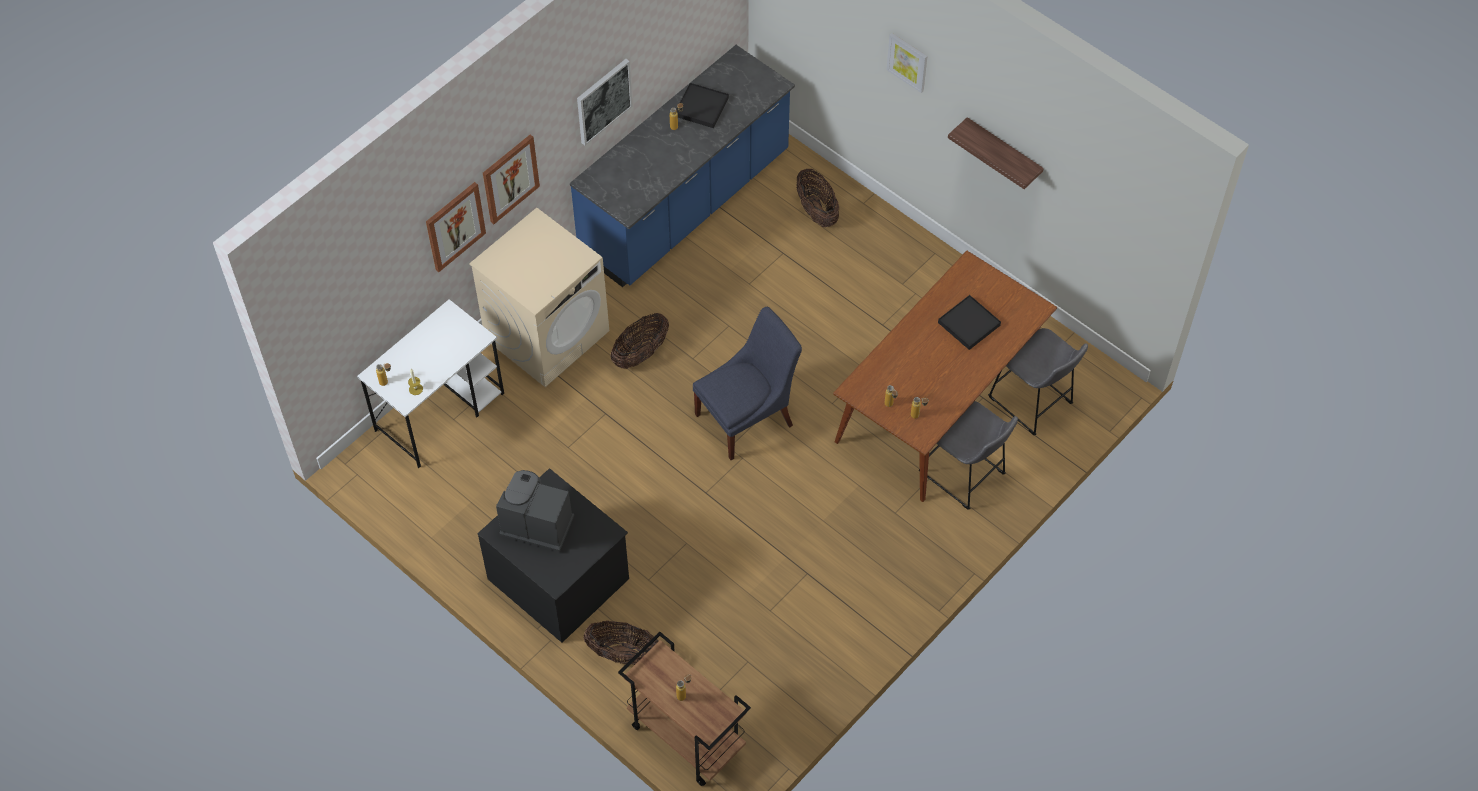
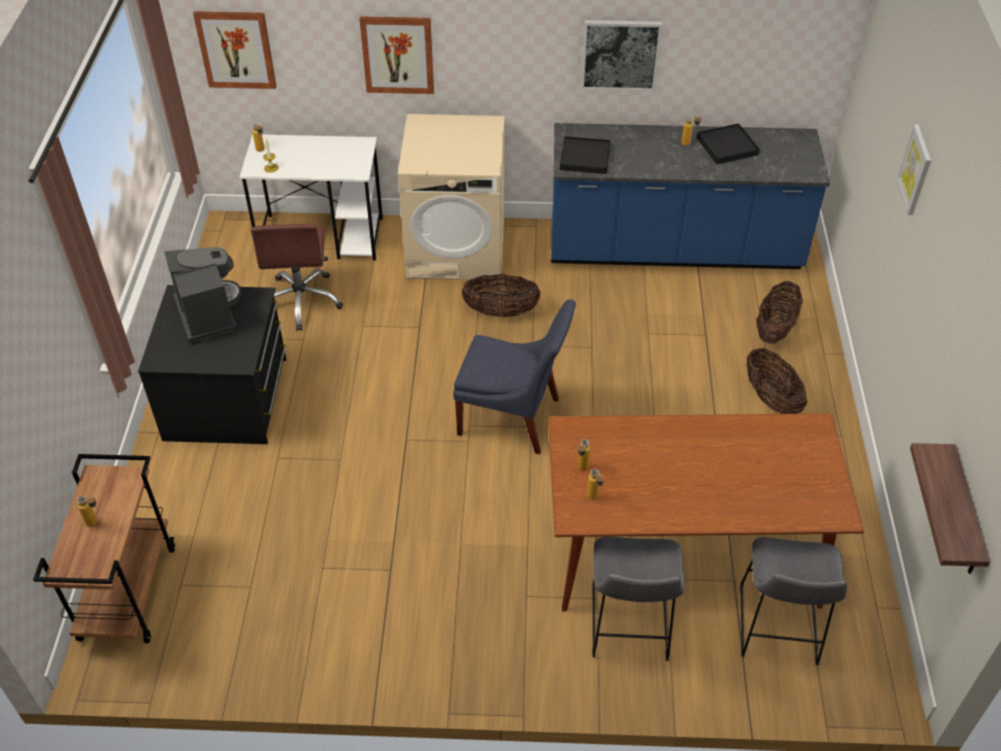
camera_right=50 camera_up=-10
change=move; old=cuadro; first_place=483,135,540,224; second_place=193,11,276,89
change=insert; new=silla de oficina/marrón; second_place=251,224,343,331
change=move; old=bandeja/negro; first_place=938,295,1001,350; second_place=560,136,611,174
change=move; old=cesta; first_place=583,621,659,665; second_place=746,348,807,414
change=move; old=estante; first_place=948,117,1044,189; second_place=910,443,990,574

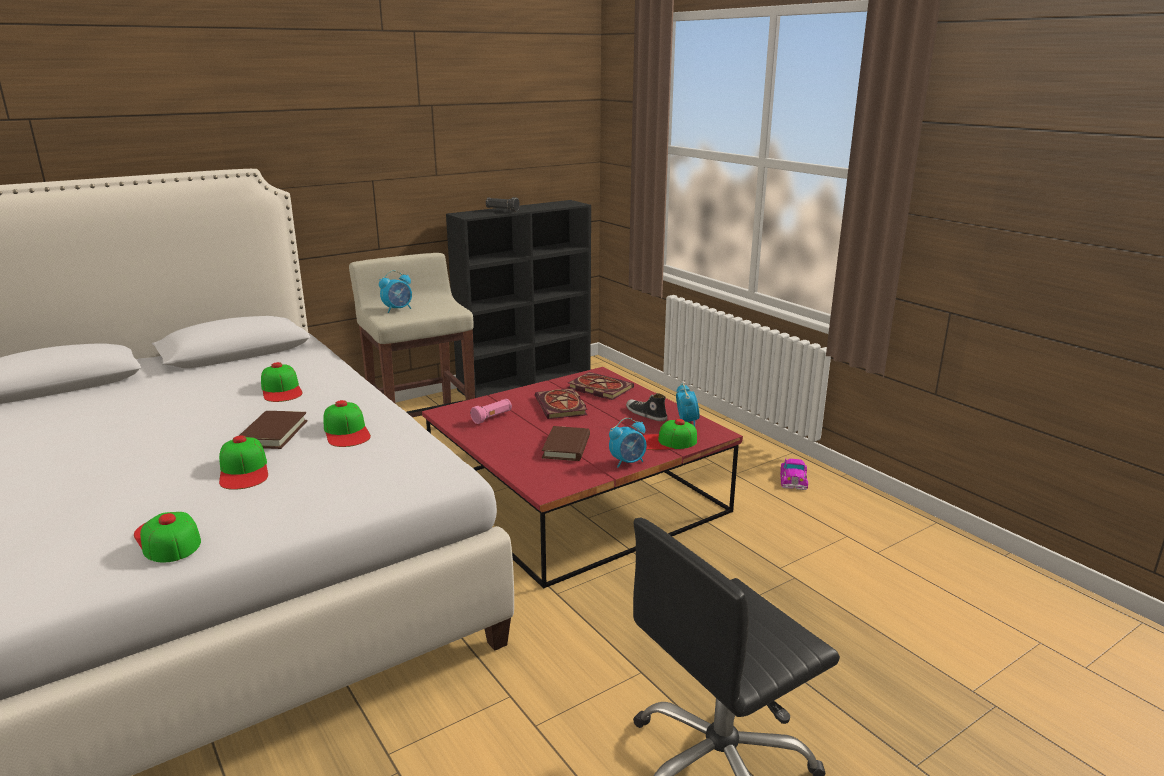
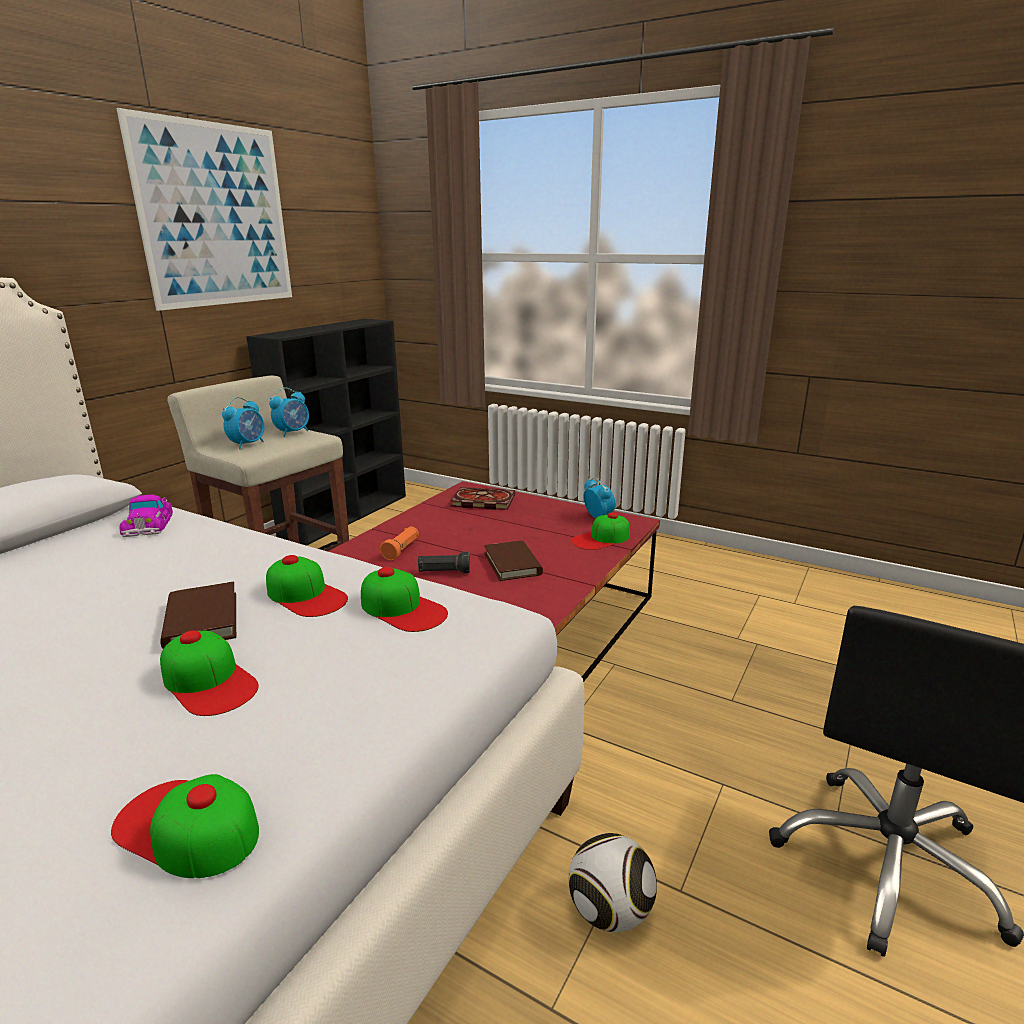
camera_right=-25 camera_up=0
change=insert; new=cuadro; second_place=116,108,292,311
change=move; old=coche de juguete; first_place=780,458,808,490; second_place=119,494,173,537
change=move; old=despertador; first_place=609,418,647,468; second_place=269,387,309,437
change=move; old=gorra; first_place=261,362,302,402; second_place=361,567,448,632
change=recolor; old=linterna/rosa; new=linterna/naranja; first_place=470,399,512,424; second_place=380,526,419,561
change=move; old=linterna/negro; first_place=486,197,520,212; second_place=418,552,470,573
change=insert; new=balón de fútbol; second_place=569,833,657,932
change=delete; old=libro; first_place=535,388,588,419
change=delete; old=zapato; first_place=626,393,667,421

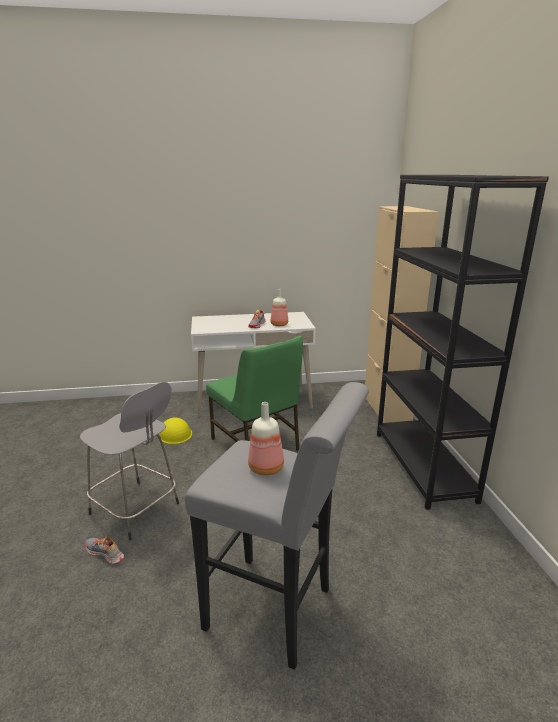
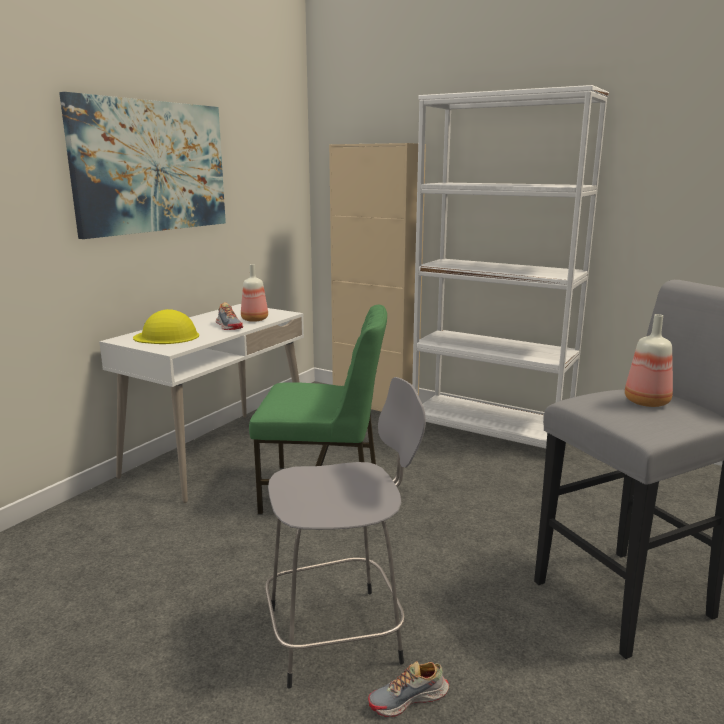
camera_right=-50 camera_up=-5
change=insert; new=cuadro; second_place=59,92,226,239
change=move; old=casco/amarillo; first_place=159,418,192,444; second_place=133,309,199,344
change=recolor; old=estantería/negro; new=estantería/blanco; first_place=377,175,549,510; second_place=412,85,609,449

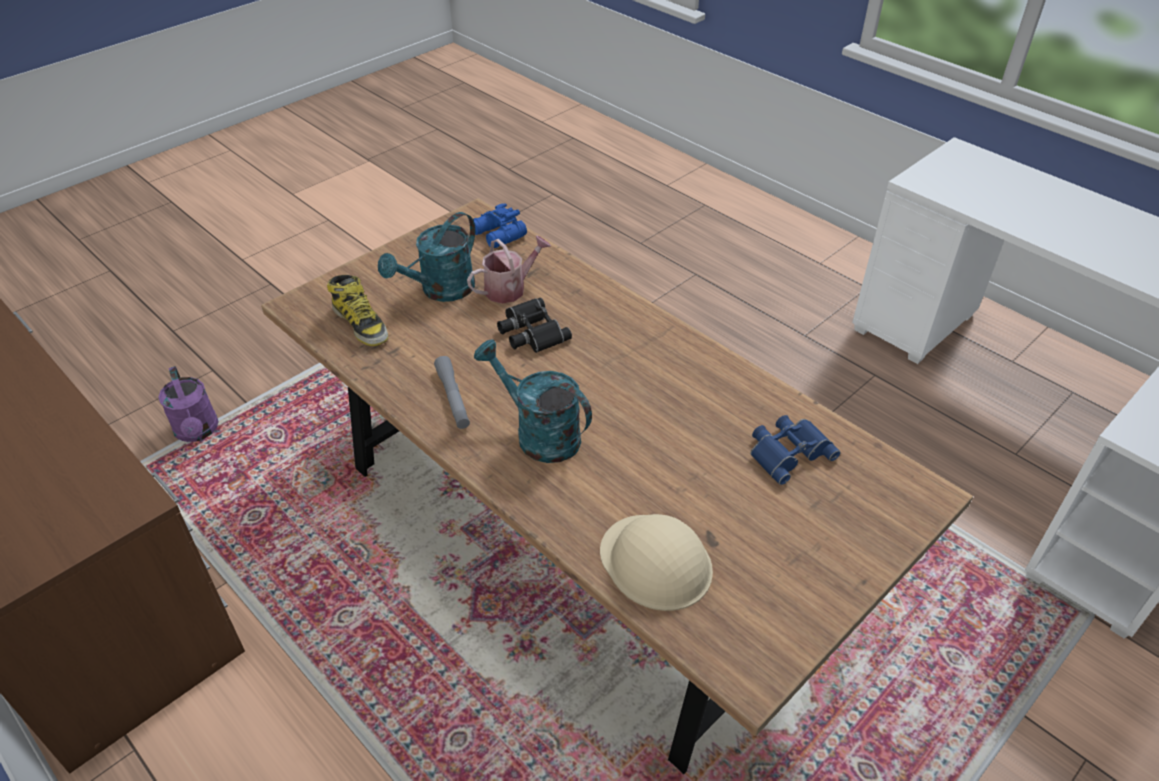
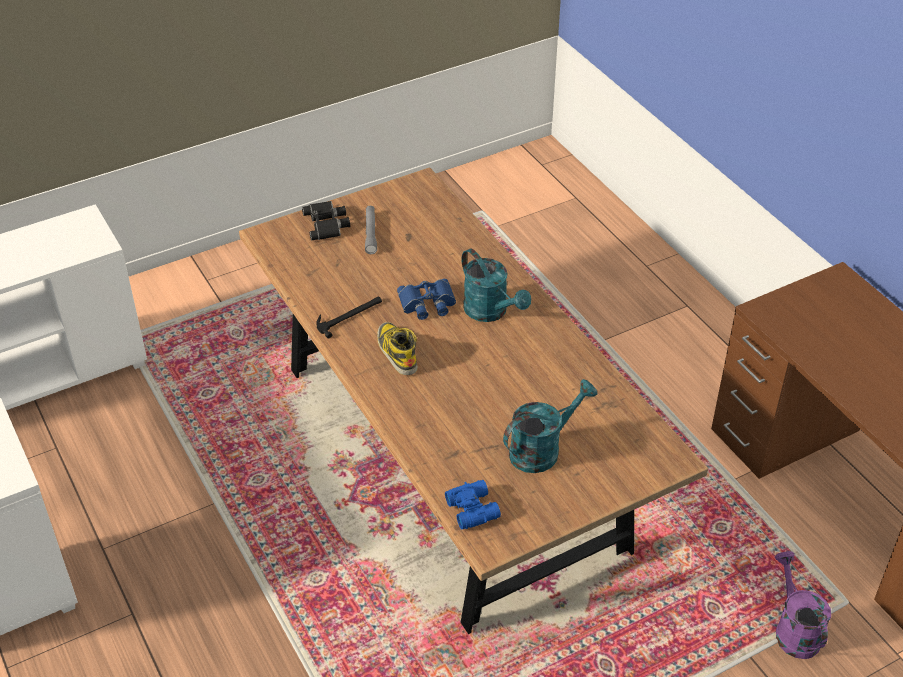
camera_right=-165 camera_up=0
change=move; old=prismáticos/negro; first_place=497,298,572,353; second_place=302,201,350,240
change=insert; new=martillo; second_place=316,297,382,338
change=move; old=linterna/gris; first_place=434,356,470,429; second_place=365,206,377,254
change=move; old=bota; first_place=327,275,388,346; second_place=377,322,418,375
change=move; old=prismáticos/azul; first_place=750,415,841,485; second_place=397,279,456,320
change=delete; old=regadera; first_place=467,235,551,304
change=delete; old=casco/beis; first_place=600,514,713,611

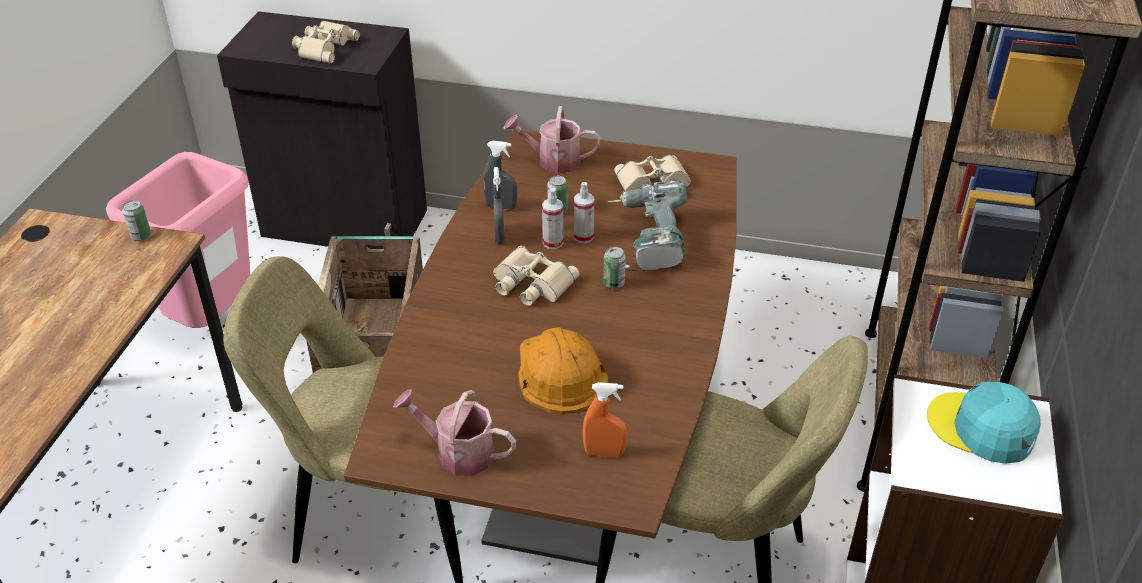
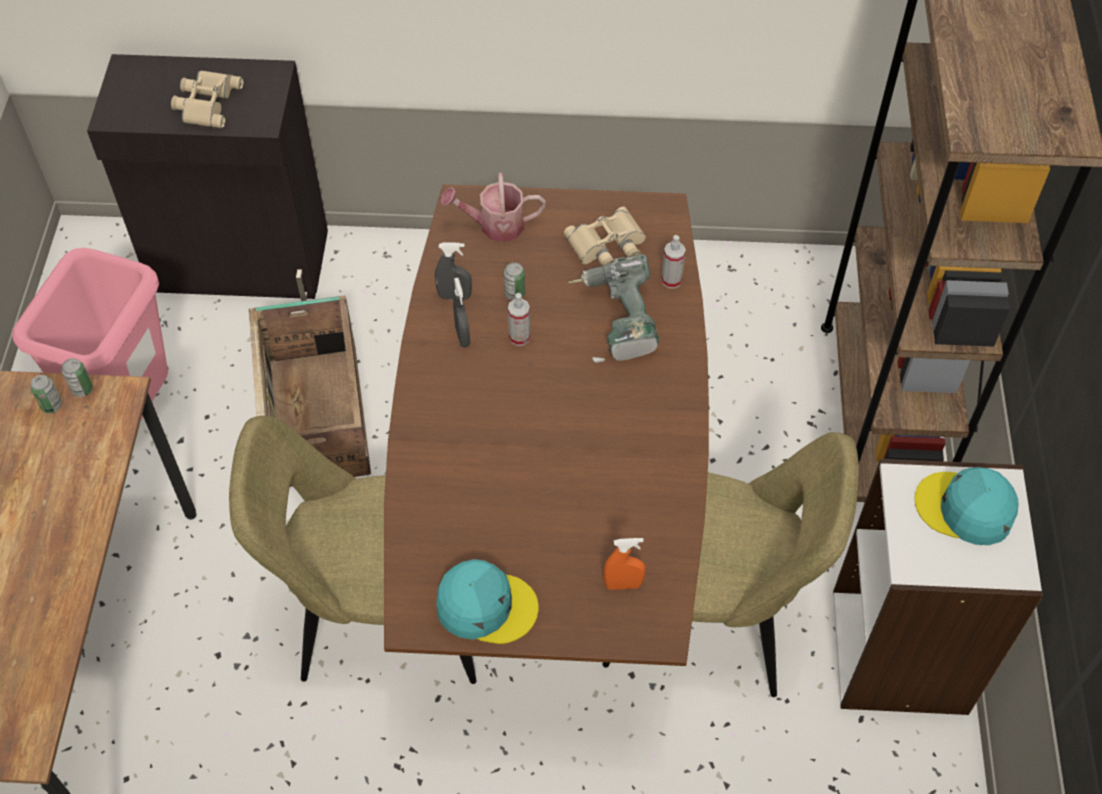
camera_right=-10 camera_up=15
change=move; old=lata; first_place=603,247,626,289; second_place=30,375,62,413
change=replace; old=regadera; new=gorra/turquesa; first_place=393,389,516,476; second_place=436,559,539,644
change=move; old=pulverizador; first_place=574,182,594,243; second_place=661,235,686,289
change=delete; old=prismáticos/beis; first_place=493,246,580,306
change=delete; old=casco/naranja; first_place=518,327,608,414

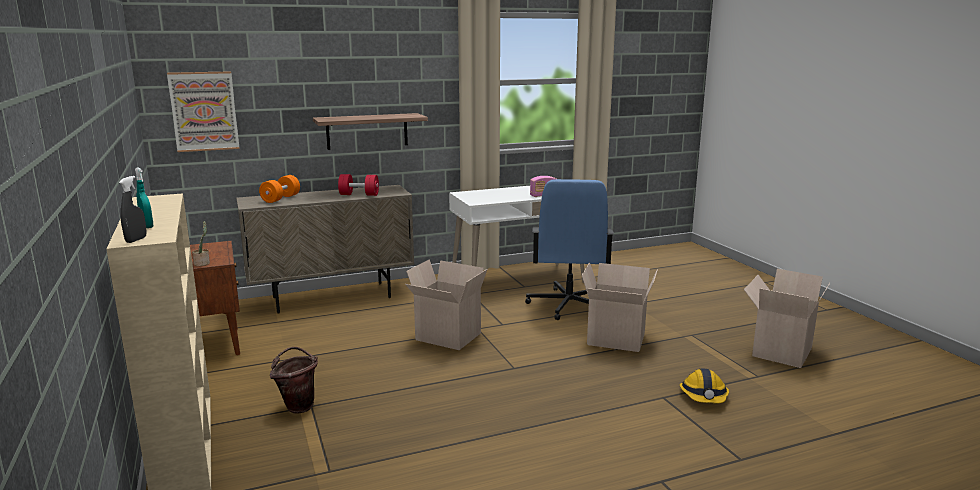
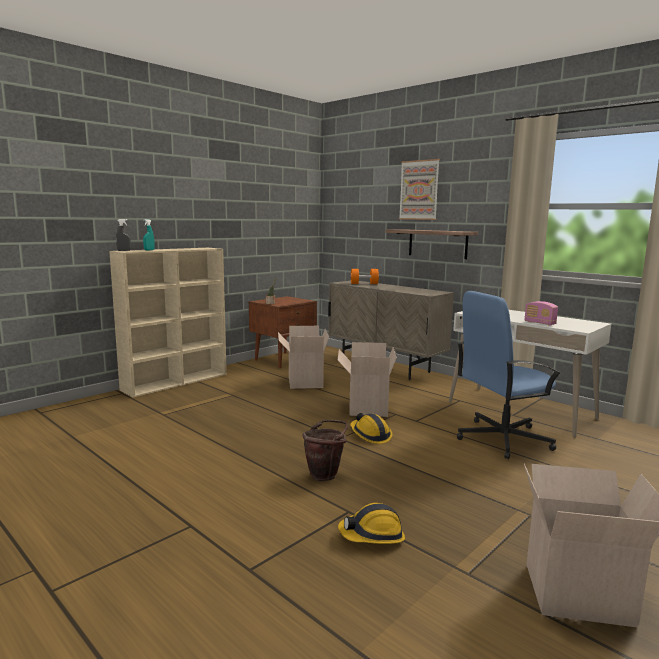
camera_right=65 camera_up=-5
change=move; old=caja de cartón; first_place=582,262,658,352; second_place=278,326,329,389
change=move; old=cubo/marrón; first_place=270,347,318,413; second_place=302,420,348,481
change=insert; new=casco; second_place=350,413,392,444
change=move; old=cuadro; first_place=167,71,240,152; second_place=399,159,440,220
change=delete; old=mancuerna/rojo; first_place=338,174,379,196

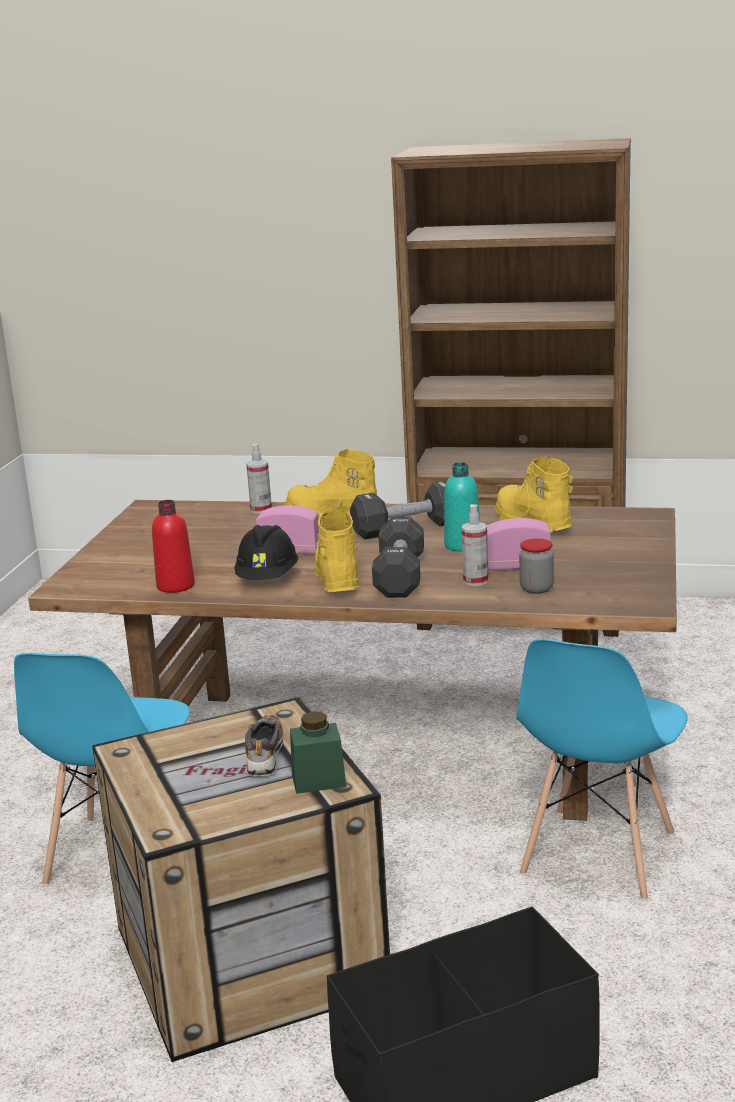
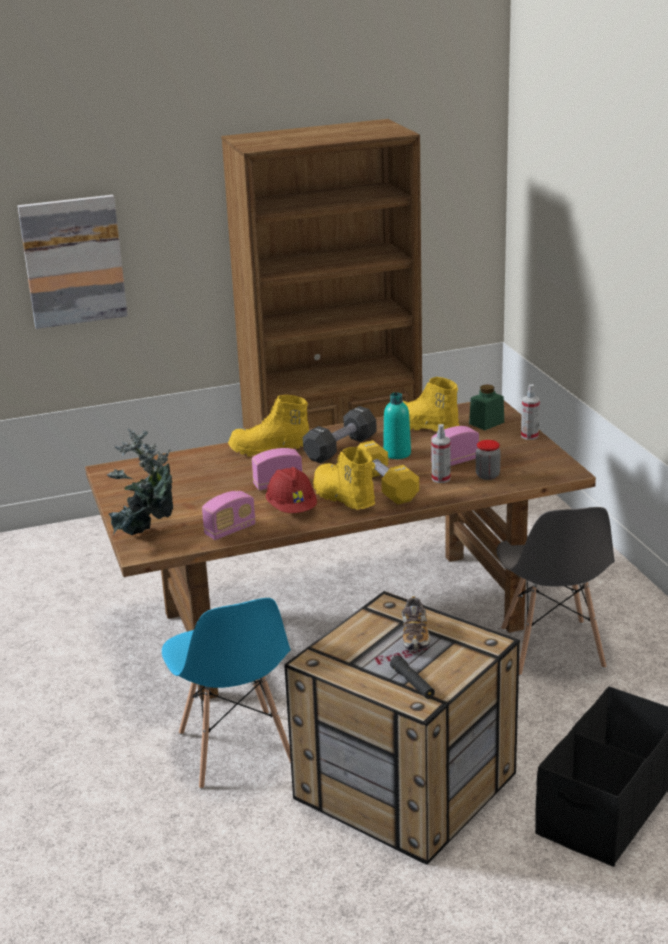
camera_right=-30 camera_up=5
change=insert; new=cuadro; second_place=18,195,128,329
change=insert; new=planta en maceta; second_place=107,428,173,535
change=replace; old=botella/rojo; new=radio; first_place=152,500,195,593; second_place=202,491,256,540
change=recolor; old=casco/negro; new=casco/rojo; first_place=234,525,298,580; second_place=266,467,317,513
change=recolor; old=mancuerna/negro; new=mancuerna/amarillo; first_place=372,516,424,598; second_place=358,440,419,504
change=insert; new=linterna/negro; second_place=390,655,435,699
change=rotate; old=zapato; first_place=245,715,283,777; second_place=402,596,431,652; degrees=-150
change=move; old=tarro/verde; first_place=290,711,346,794; second_place=469,384,504,430
change=recolor; old=silla/azul; new=silla/gris; first_place=516,639,688,900; second_place=496,507,615,676
change=move; old=pulverizador; first_place=246,444,272,514; second_place=521,384,540,440

